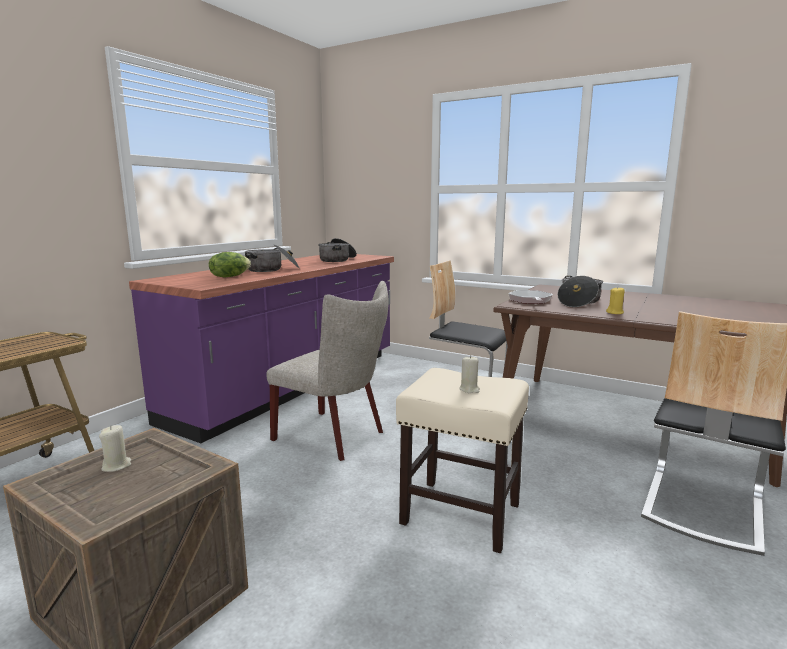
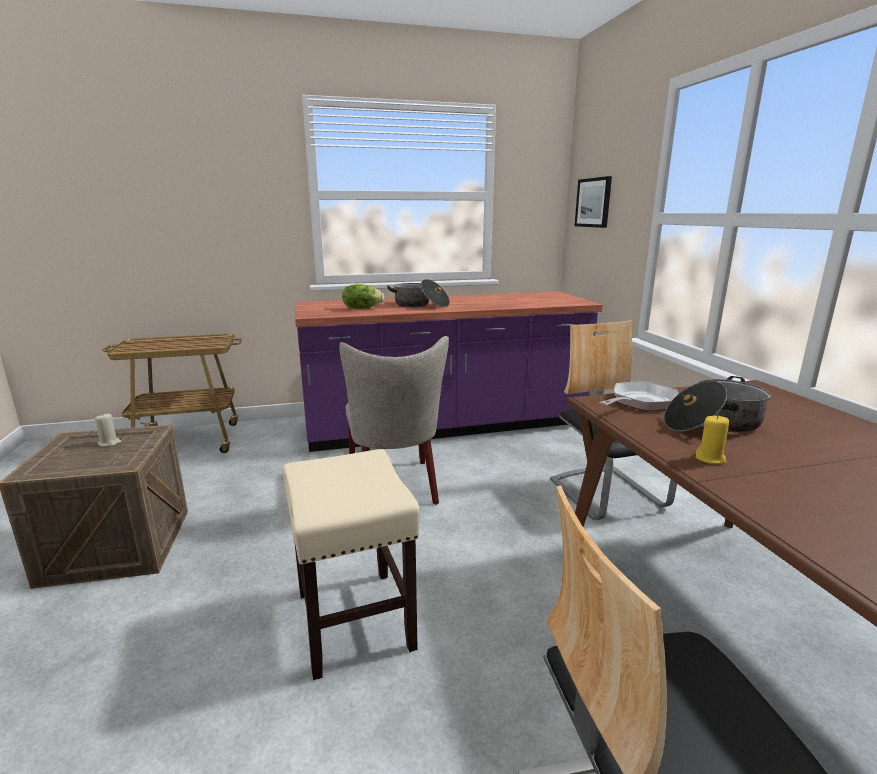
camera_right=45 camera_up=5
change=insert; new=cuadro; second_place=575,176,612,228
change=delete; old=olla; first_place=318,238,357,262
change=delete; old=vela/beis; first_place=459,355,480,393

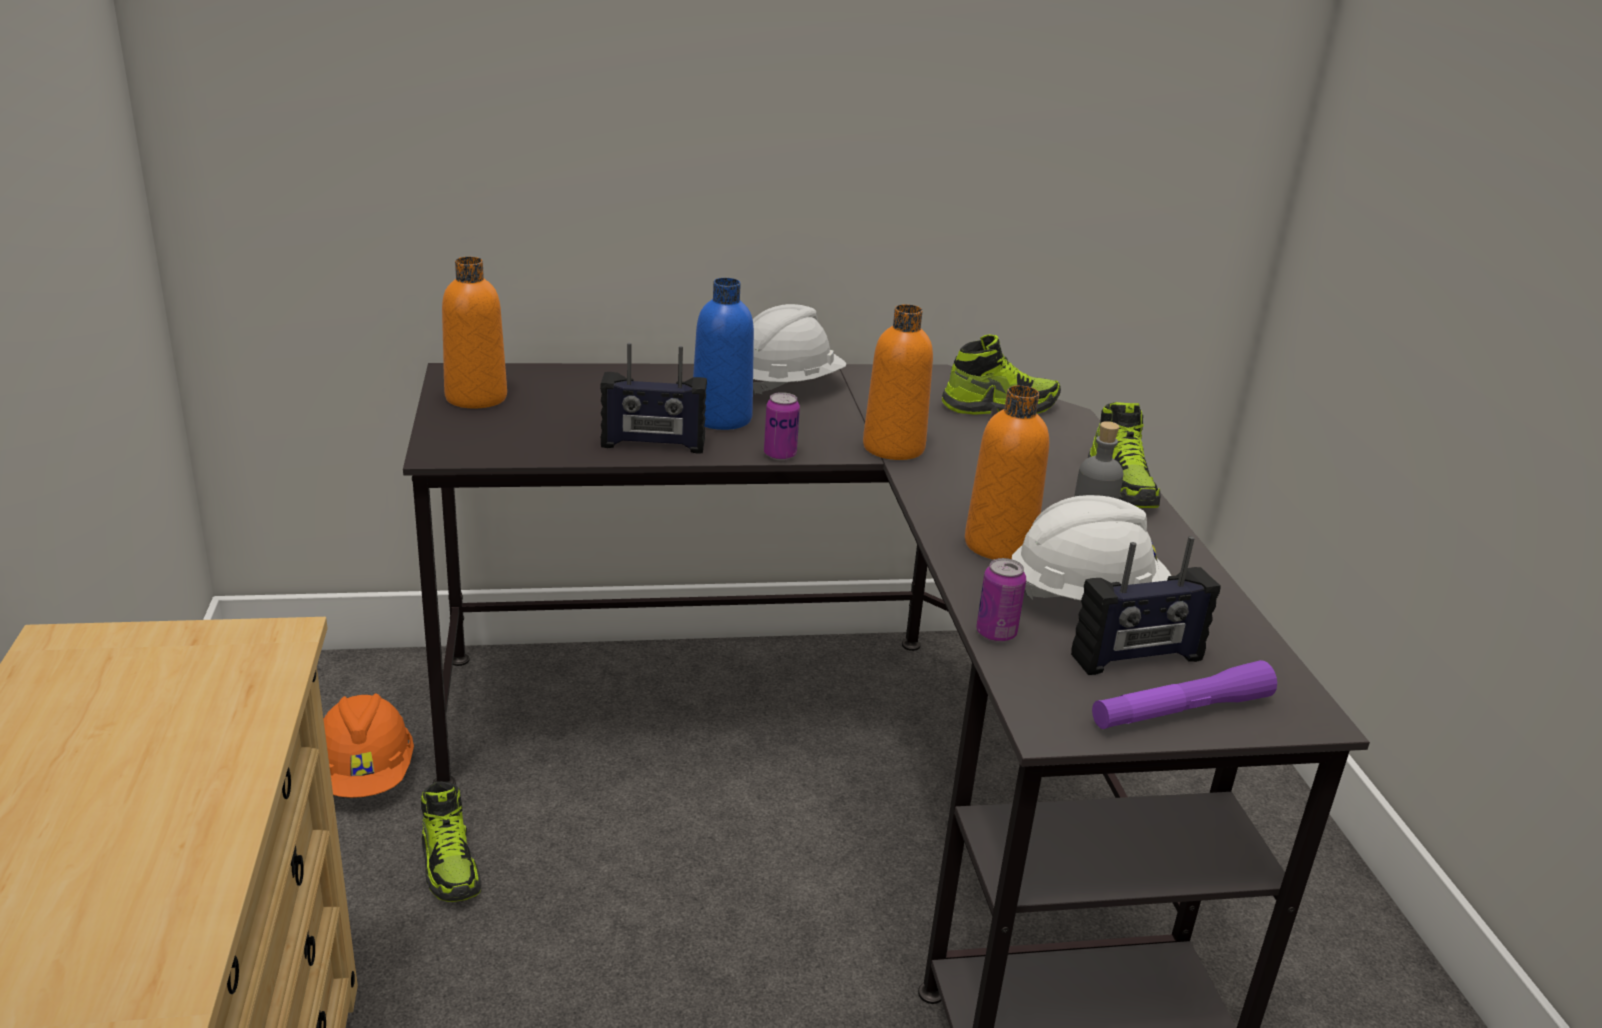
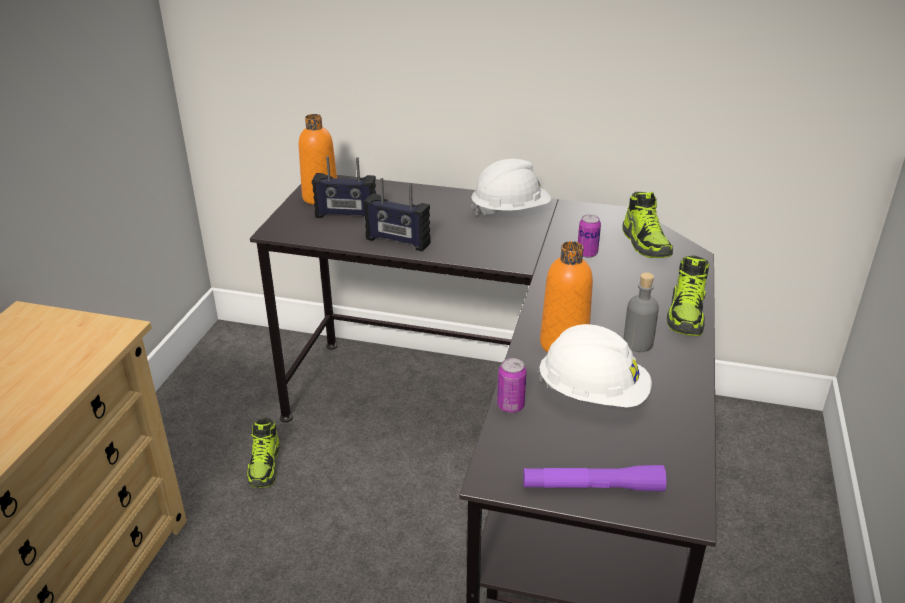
camera_right=25 camera_up=5
change=move; old=radio; first_place=1071,536,1221,675; second_place=312,156,376,218
change=move; old=lata; first_place=764,392,800,460; second_place=578,214,601,258
change=rotate; old=zapato; first_place=942,334,1061,415; second_place=622,192,673,258; degrees=60
change=delete; old=casco/naranja; first_place=324,693,414,798
change=delete; old=botella/azul; first_place=693,278,754,430
change=delete; old=botella/naranja; first_place=863,304,933,460

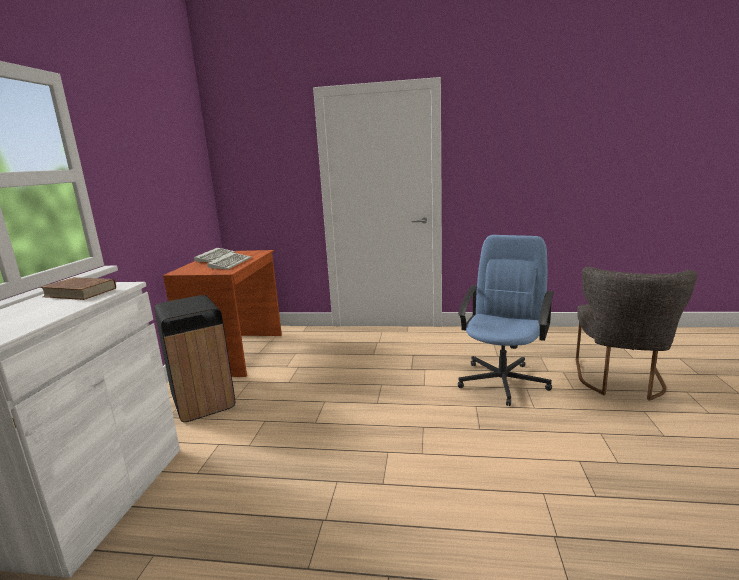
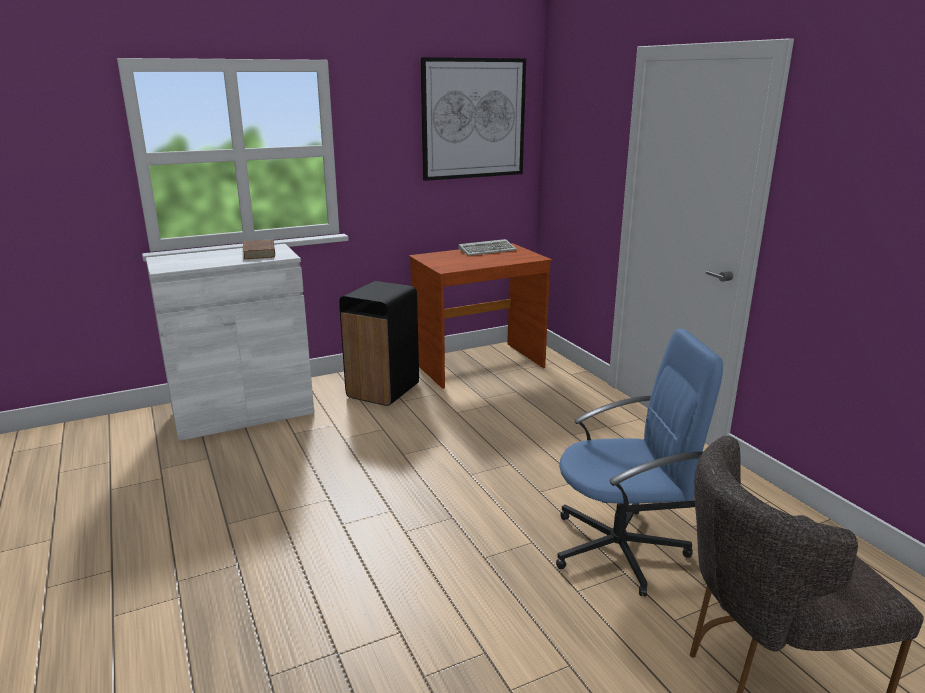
camera_right=55 camera_up=5
change=insert; new=cuadro; second_place=420,57,526,181
change=delete; old=teclado; first_place=207,252,252,270

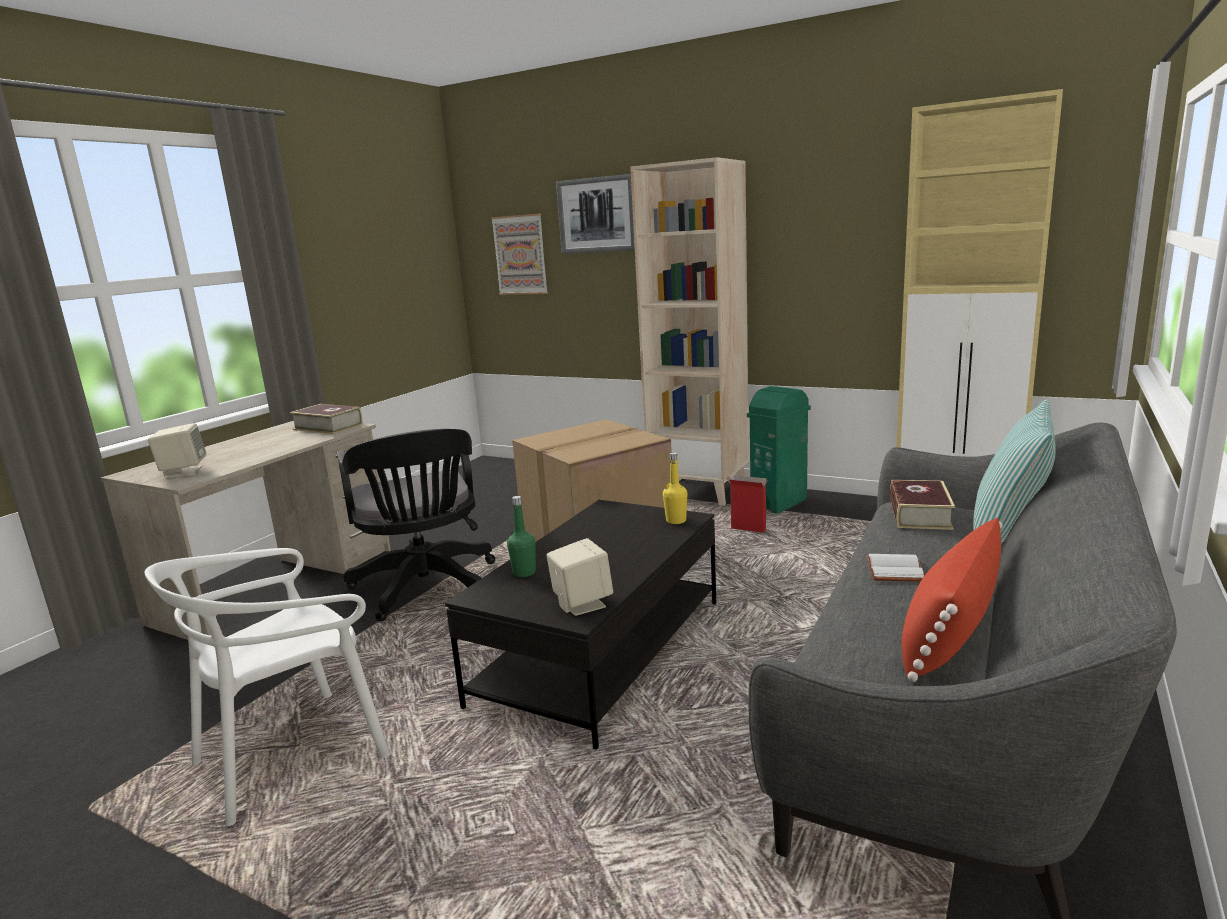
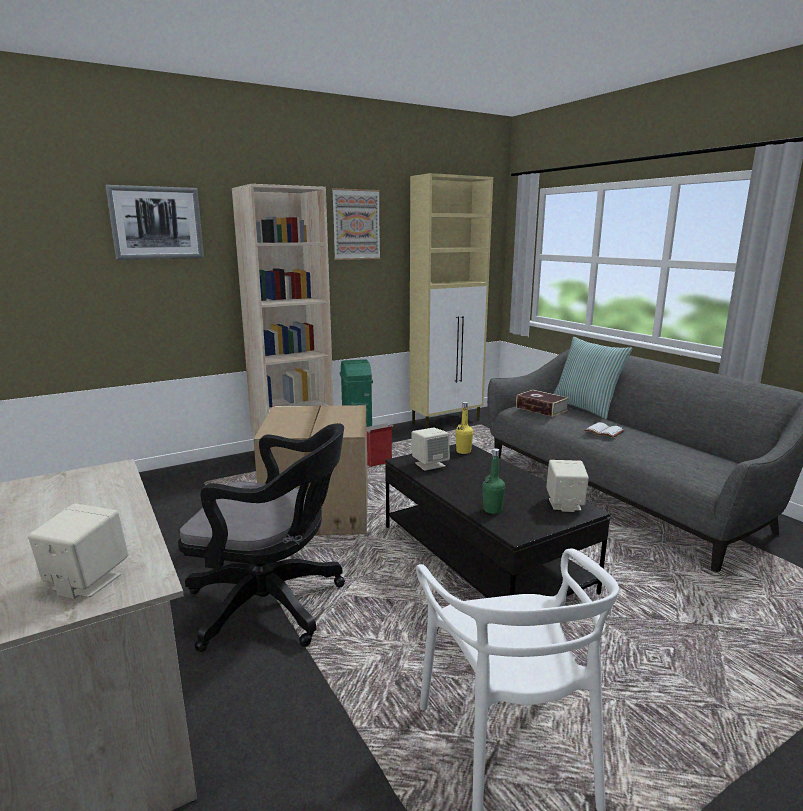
camera_right=-60 camera_up=0
change=move; old=cuadro; first_place=491,214,548,295; second_place=332,188,381,260
change=insert; new=altavoz/beis; second_place=411,427,450,471
change=delete; old=libro; first_place=290,404,363,434
change=delete; old=cojín/rojo; first_place=902,518,1003,682

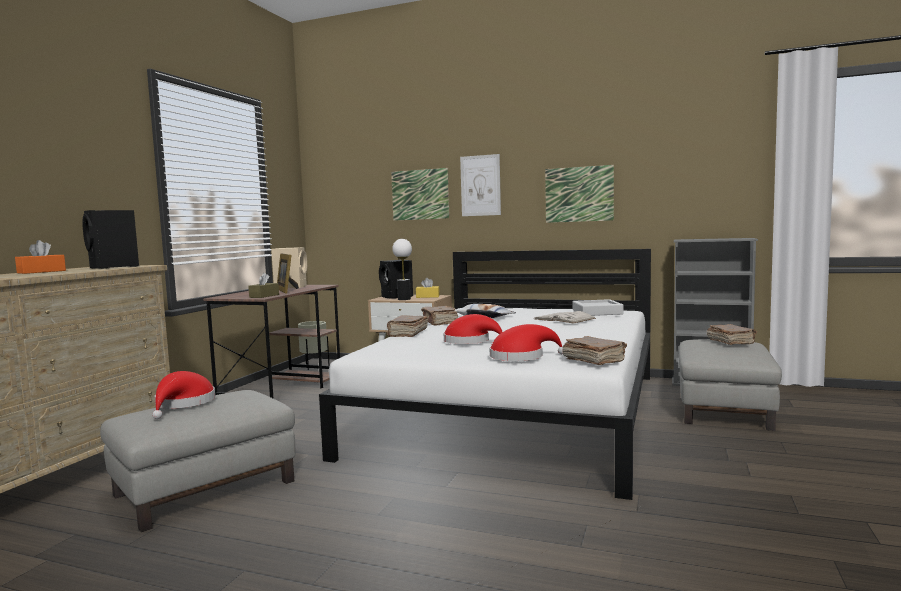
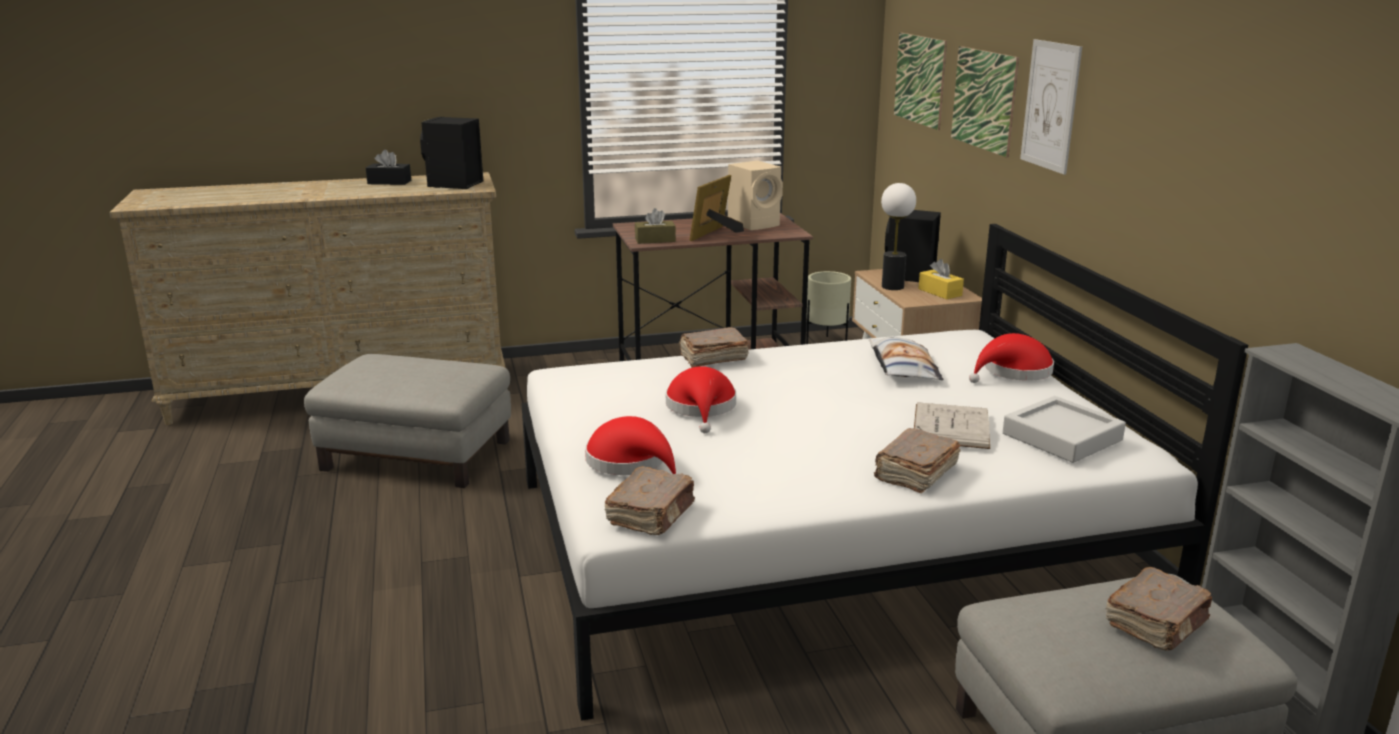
camera_right=55 camera_up=15
change=recolor; old=caja de pañuelos/naranja; new=caja de pañuelos/negro; first_place=15,240,66,274; second_place=366,149,411,185
change=move; old=libro/marrón; first_place=421,306,458,326; second_place=874,428,960,493
change=move; old=cuadro; first_place=545,165,614,223; second_place=894,32,947,130
change=move; old=sombrero/rojo; first_place=152,371,215,419; second_place=969,333,1054,383

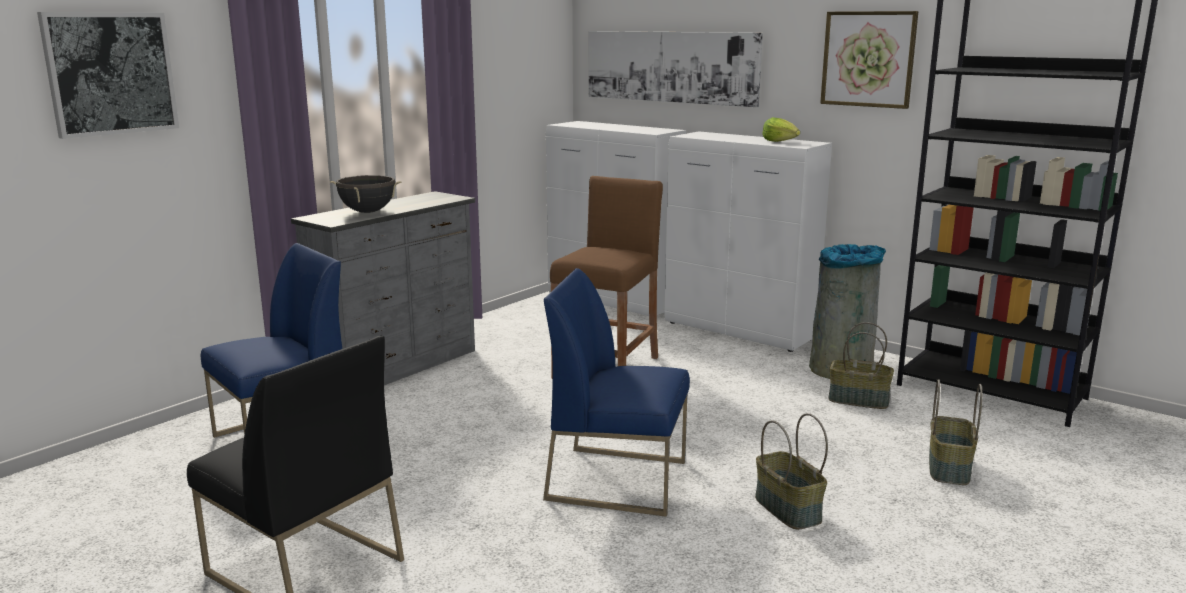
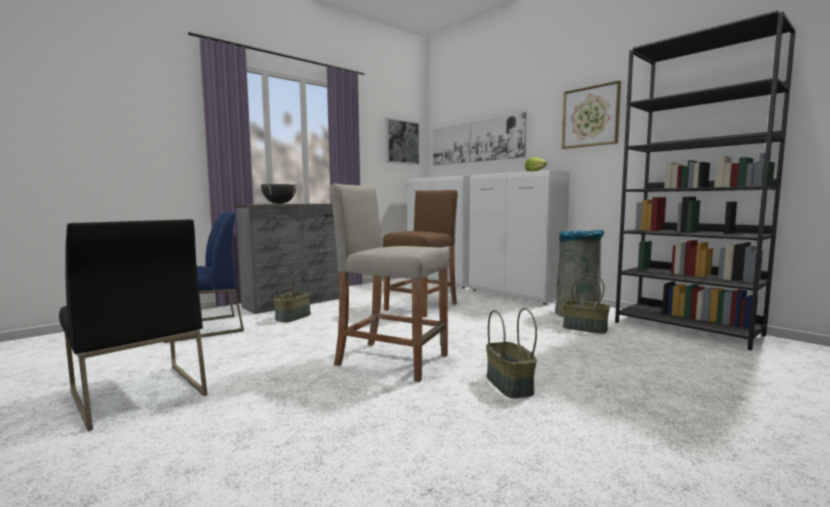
camera_right=10 camera_up=-10
change=move; old=cesta; first_place=929,379,982,485; second_place=273,268,311,323
change=replace; old=silla/azul; new=taburete/beis; first_place=543,268,690,517; second_place=330,183,449,382
change=move; old=cuadro; first_place=37,12,179,139; second_place=385,117,420,165

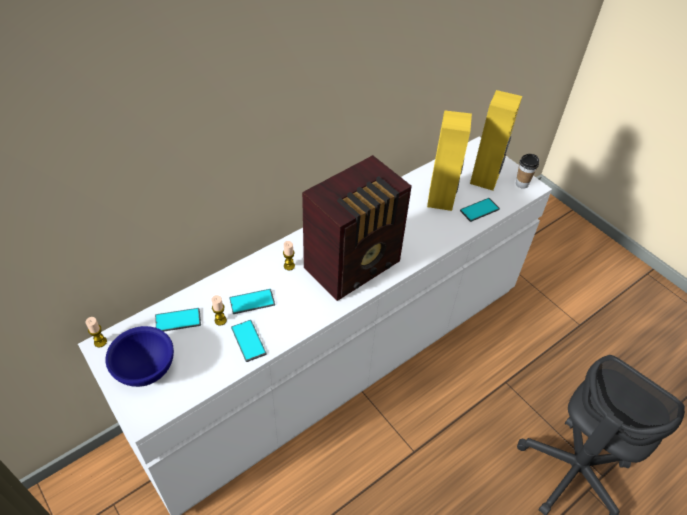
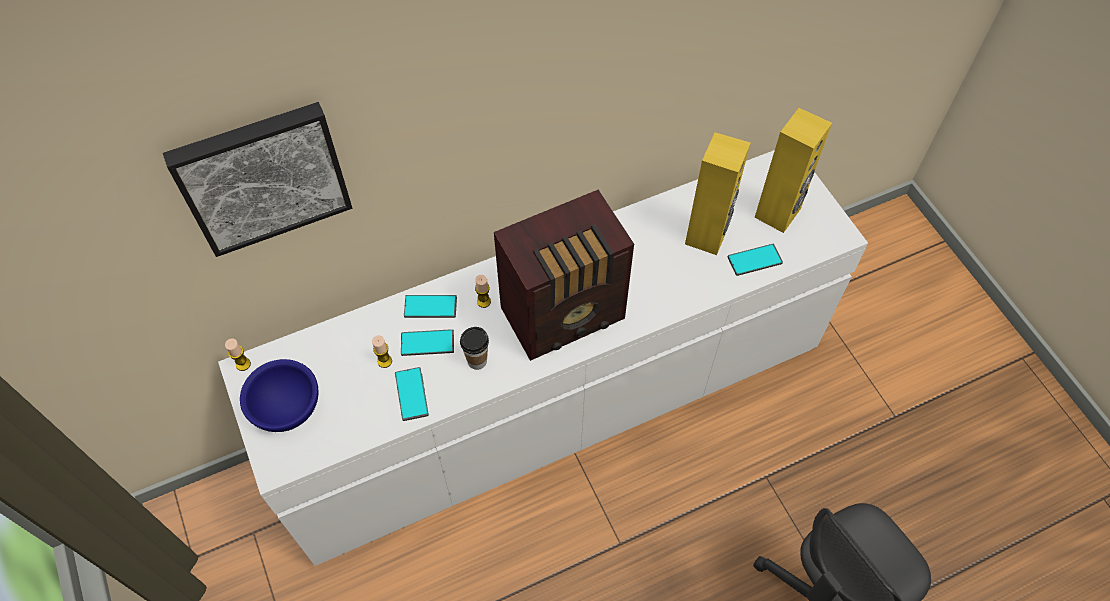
camera_right=15 camera_up=10
change=insert; new=cuadro; second_place=163,102,352,257
change=move; old=móvil; first_place=155,308,201,332; second_place=404,295,457,318
change=move; old=taza; first_place=516,154,539,189; second_place=460,327,489,370

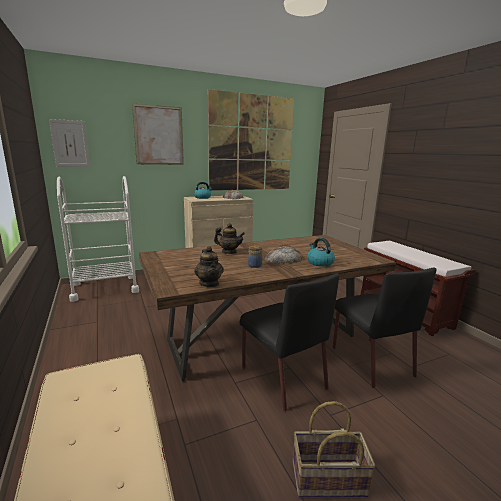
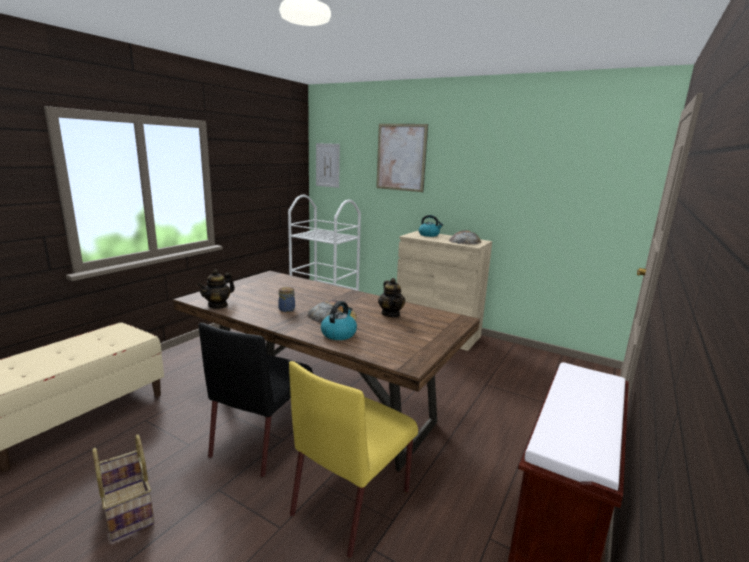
camera_right=55 camera_up=0
change=recolor; old=silla/negro; new=silla/amarillo; first_place=333,268,437,388; second_place=289,361,418,558
change=move; old=tetera; first_place=214,223,245,254; second_place=378,278,405,317
change=delete; old=cuadro; first_place=208,89,294,191

